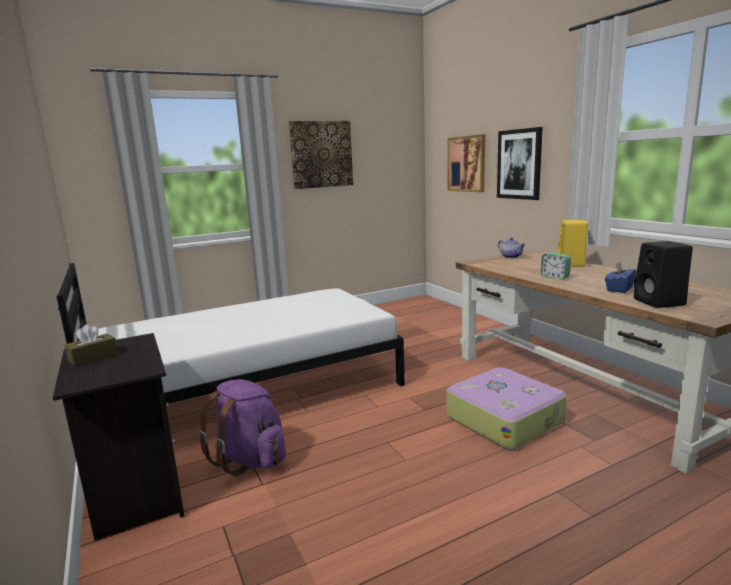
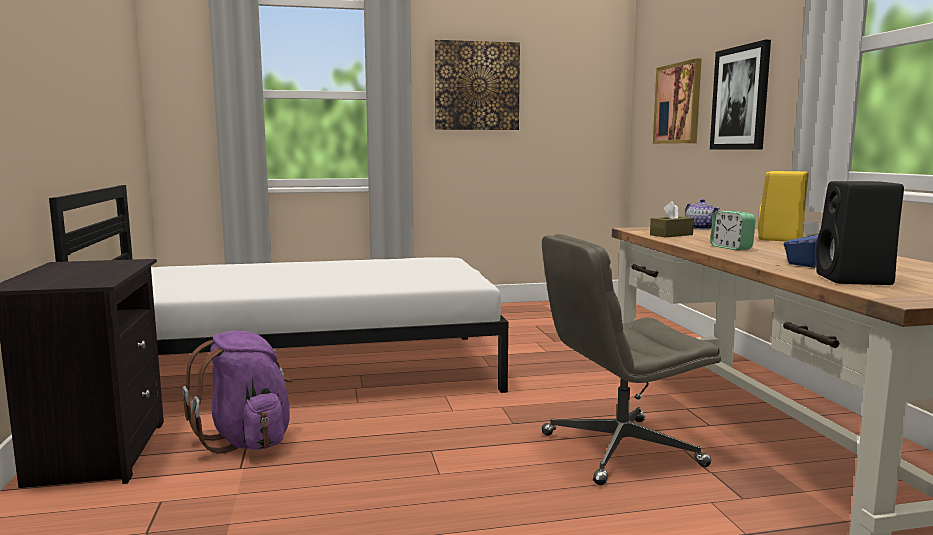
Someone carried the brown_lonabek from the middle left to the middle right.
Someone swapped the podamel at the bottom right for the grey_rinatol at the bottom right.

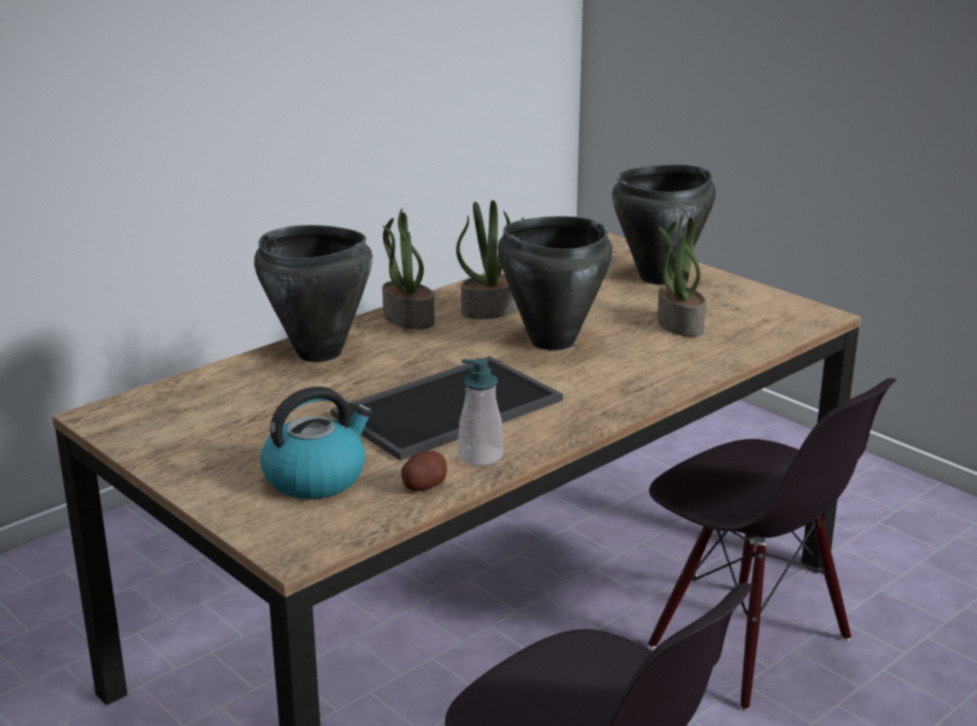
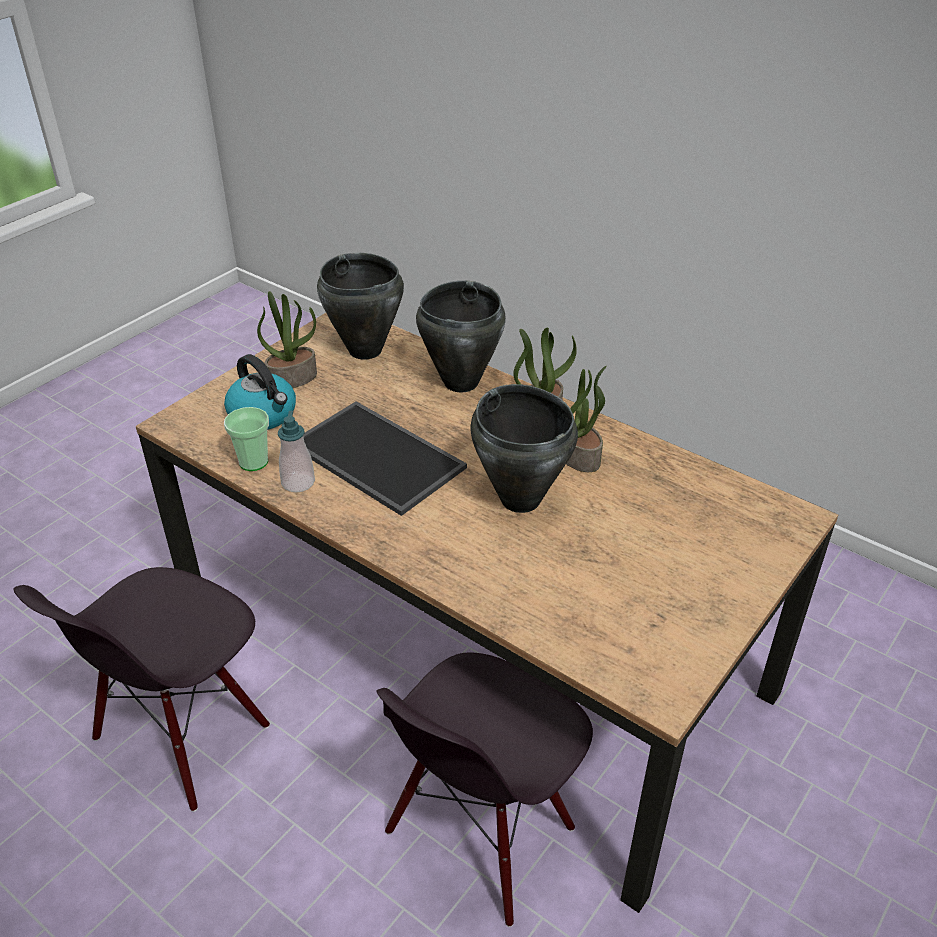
Someone swapped the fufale at the centre for the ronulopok at the middle left.
Someone carried the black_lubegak (3rd from left in the first image) from the top right to the top centre.
Someone carried the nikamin (3rd from left in the first image) from the middle right to the middle left.

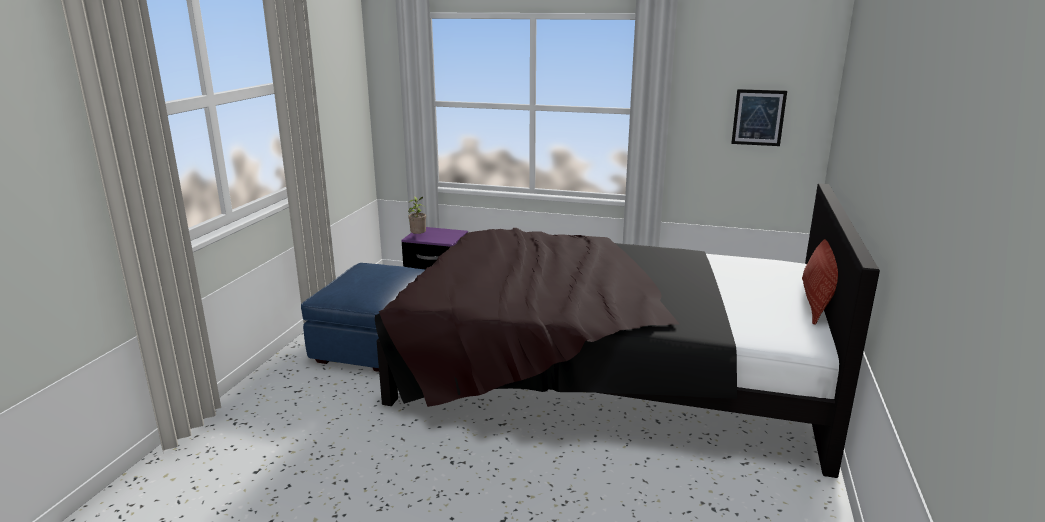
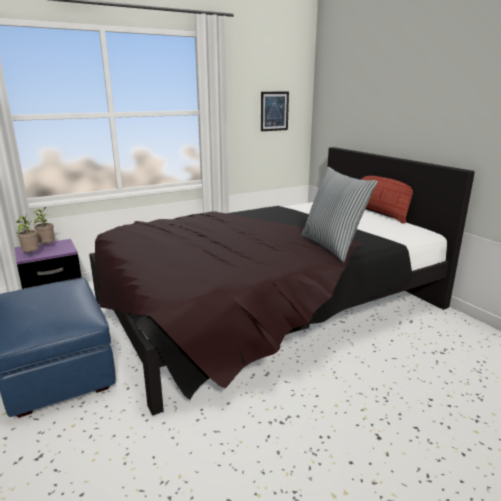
Someone put down the nikamin (2nd from left) at the middle left.
Someone put down the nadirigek (1st from left) at the middle right.

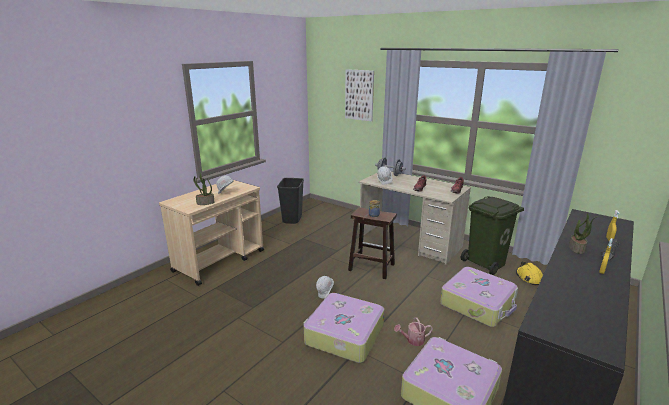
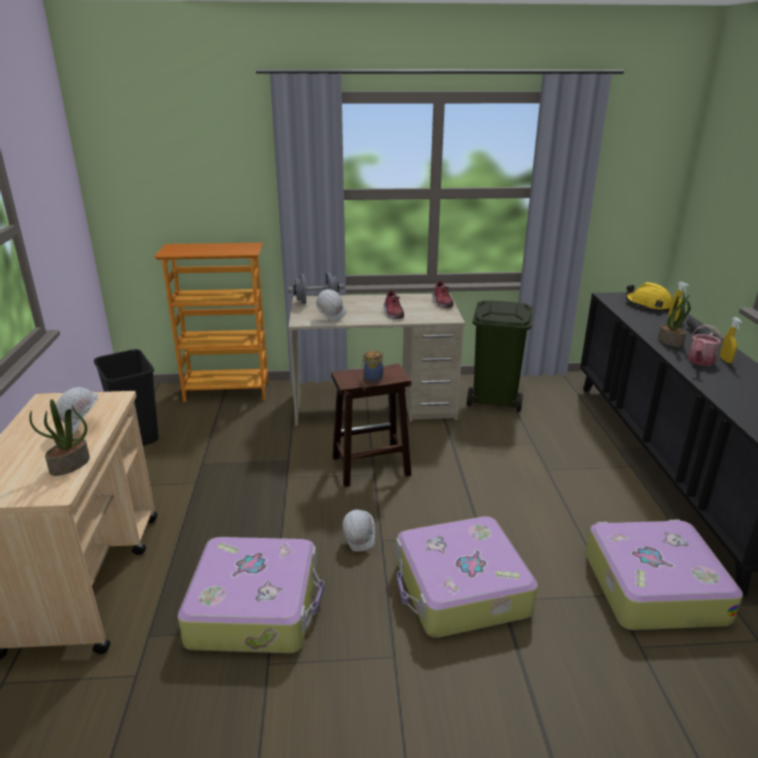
Someone took away the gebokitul at the top centre.
Someone carried the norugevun from the bottom centre to the middle right.
Someone carried the podamel (3rd from left in the first image) from the bottom right to the bottom left.
Someone carried the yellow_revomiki from the bottom right to the middle right.
Someone put down the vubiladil at the middle left.

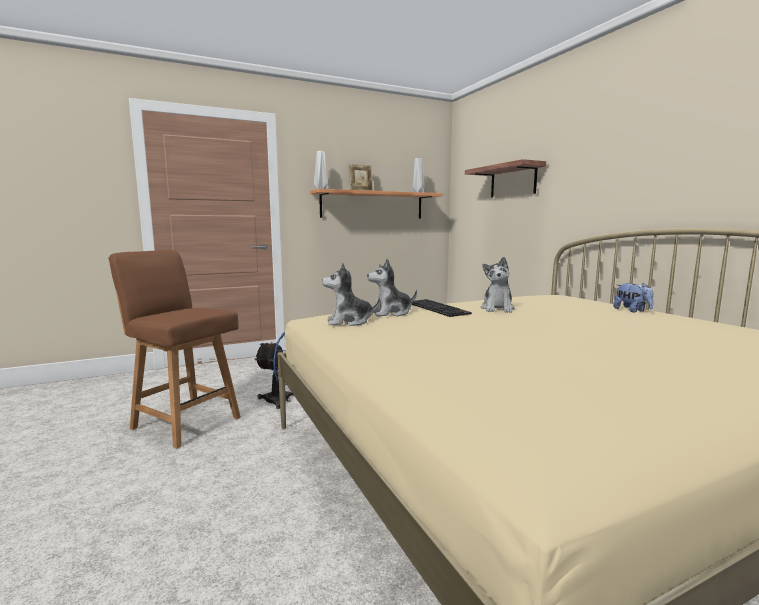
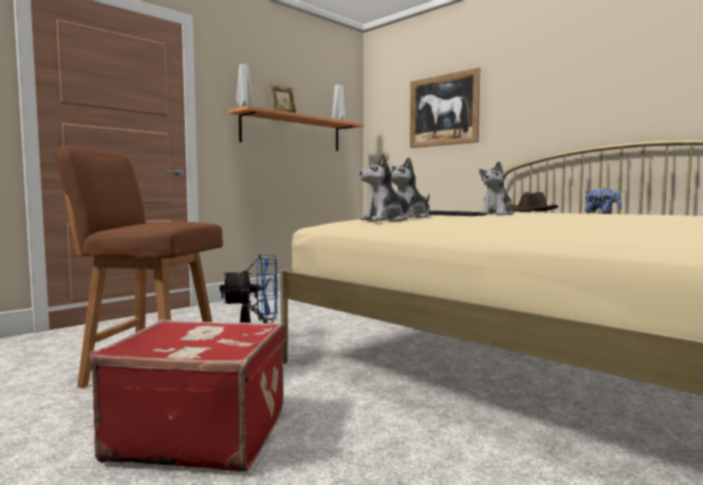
Someone swapped the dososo (2nd from left) at the top centre for the gebokitul at the top centre.
Someone rotated the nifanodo (3rd from left) at the centre by 45 degrees clockwise.
Someone put down the red_podamel at the bottom left.
Someone put down the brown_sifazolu at the middle right.

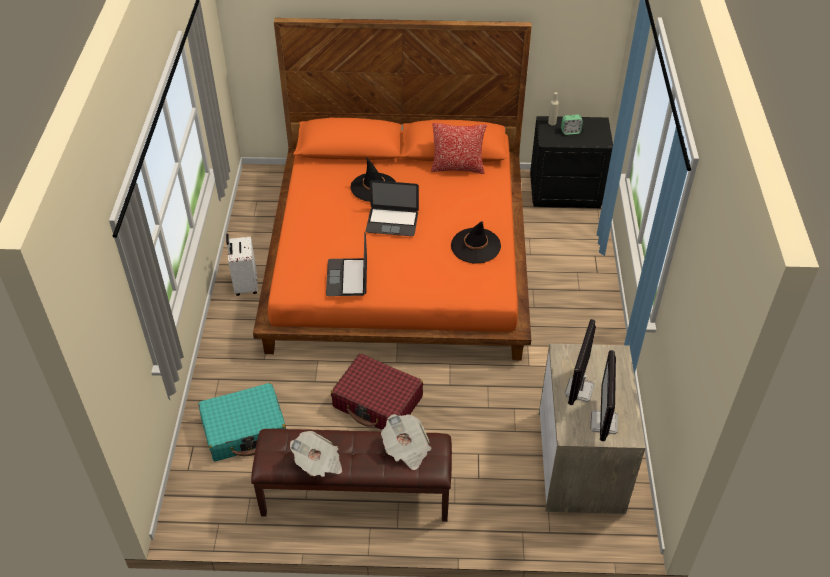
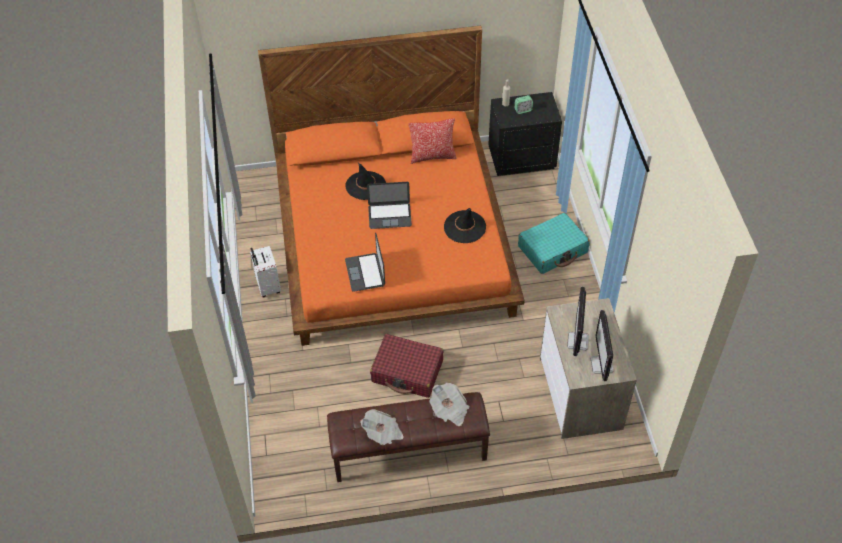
Someone carried the turquoise_podamel from the bottom left to the centre.

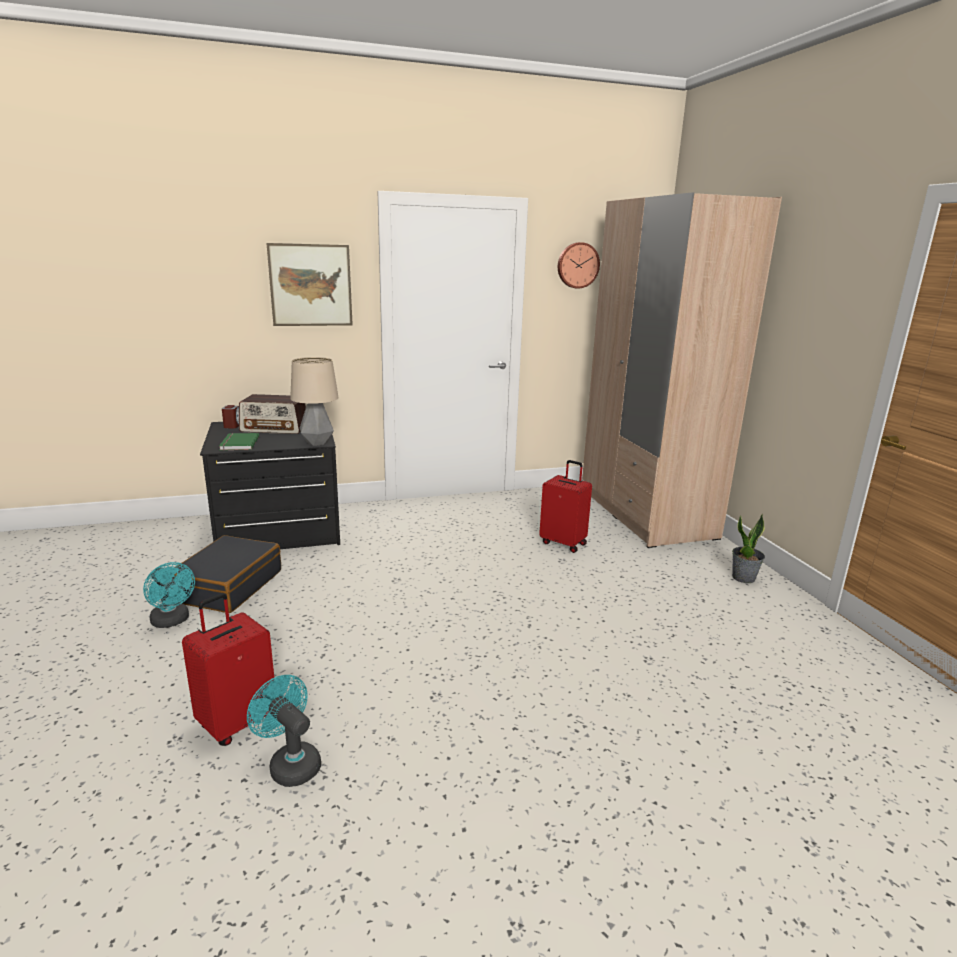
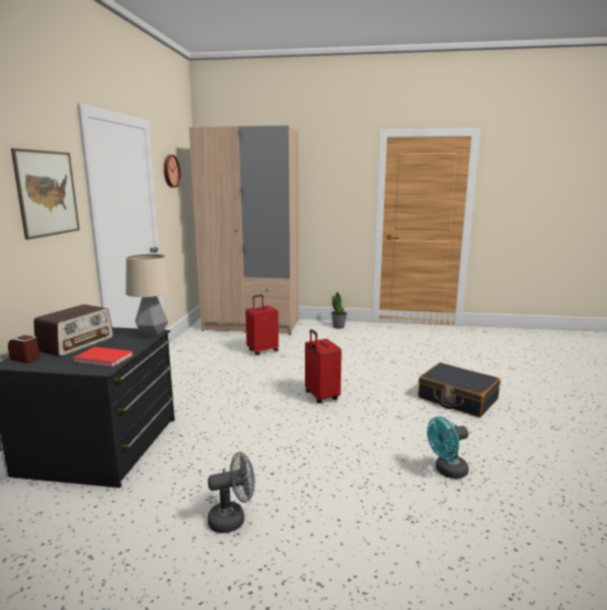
Someone repainted the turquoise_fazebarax (1st from left) at the middle left, which became the grey_fazebarax at the bottom centre.
Someone carried the black_podamel from the middle left to the middle right.
Someone carried the red_podamel (1st from left in the first image) from the bottom left to the centre.
Someone repainted the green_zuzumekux at the middle left, which became the red_zuzumekux at the middle left.

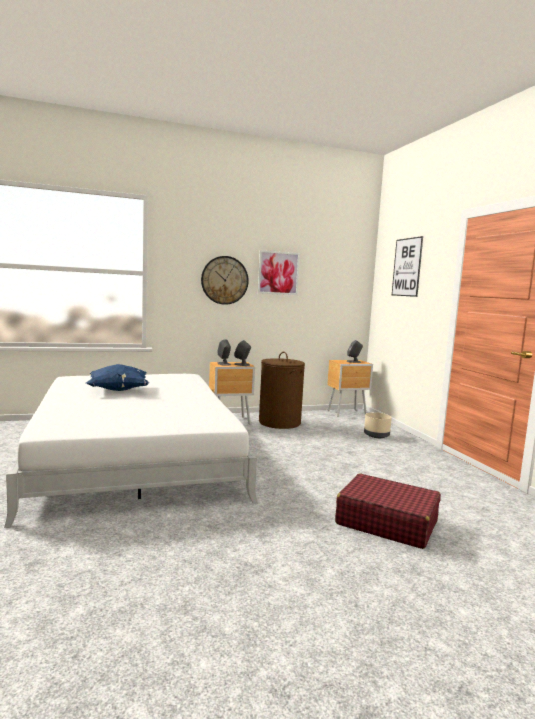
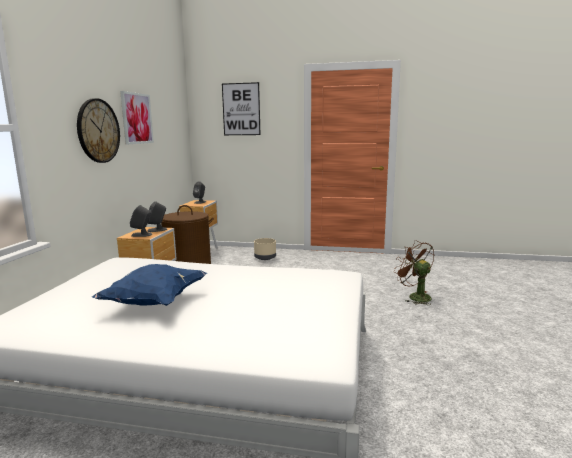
Someone swapped the red_podamel at the bottom right for the brown_fazebarax at the middle right.

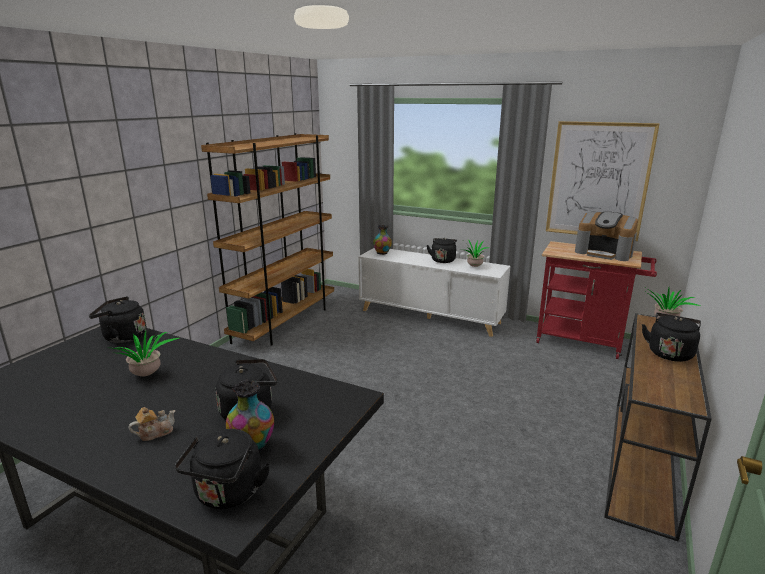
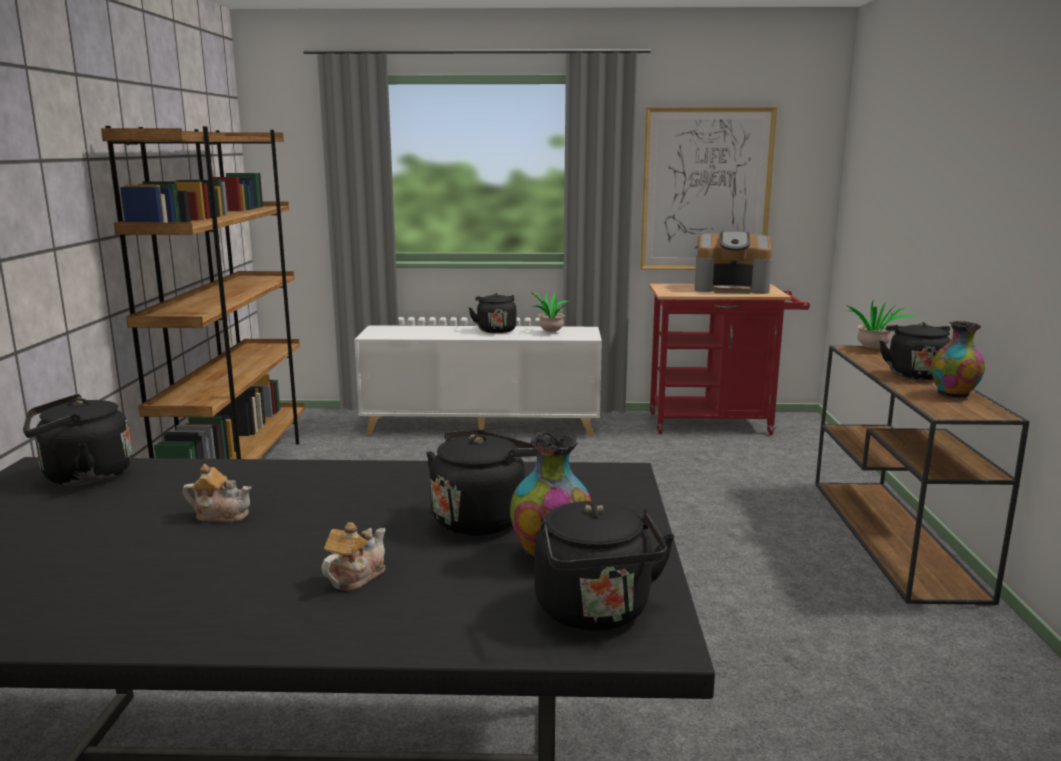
Someone swapped the nikamin (1st from left) at the middle left for the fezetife (1st from left) at the middle left.
Someone carried the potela (2nd from left) from the centre to the middle right.

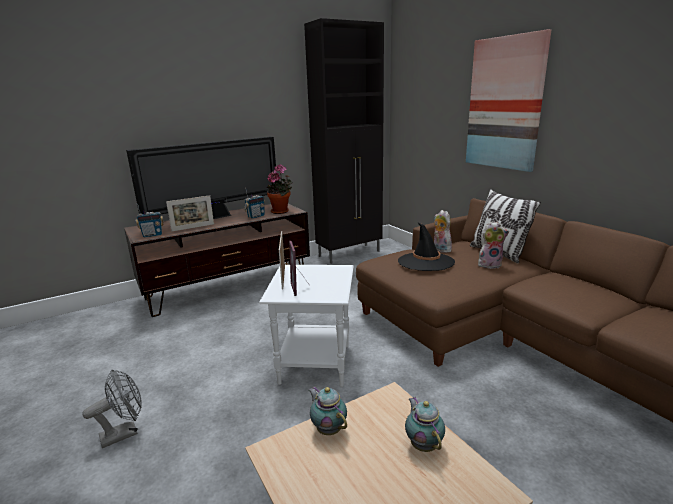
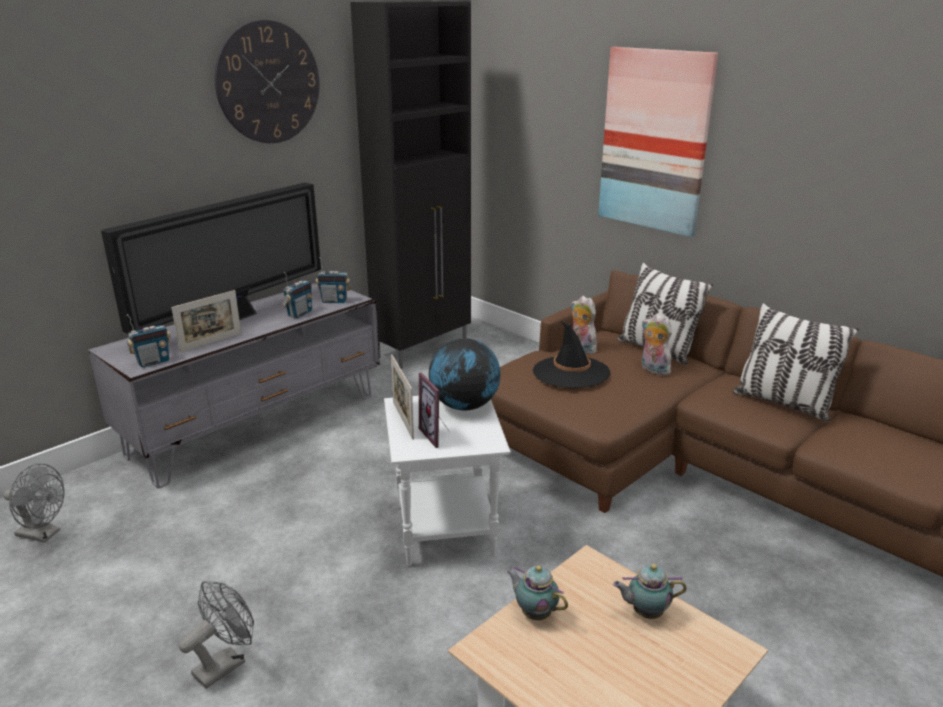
Someone repainted the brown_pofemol at the middle left, which became the grey_pofemol at the middle left.
Someone swapped the nikamin at the centre for the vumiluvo (3rd from left) at the centre.
Someone rotated the fezetife (2nd from left) at the bottom centre by 60 degrees counterclockwise.
Someone rotated the nifanodo (2nd from left) at the middle right by 120 degrees counterclockwise.
Someone put down the grey_fazebarax (1st from left) at the bottom left.
Someone put up the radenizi at the top left.
Someone put down the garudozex at the centre.
Someone put down the nadirigek (2nd from left) at the middle right.

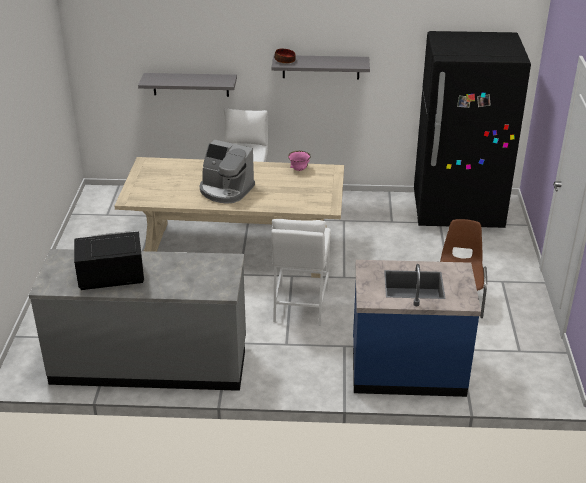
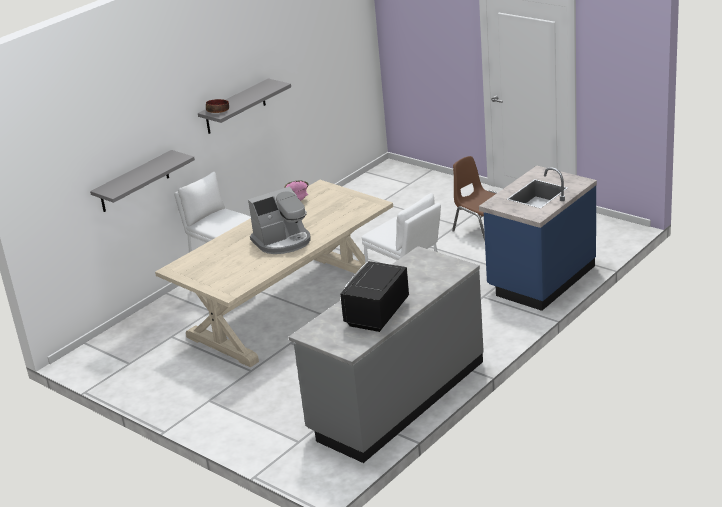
Someone took away the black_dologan at the top right.

